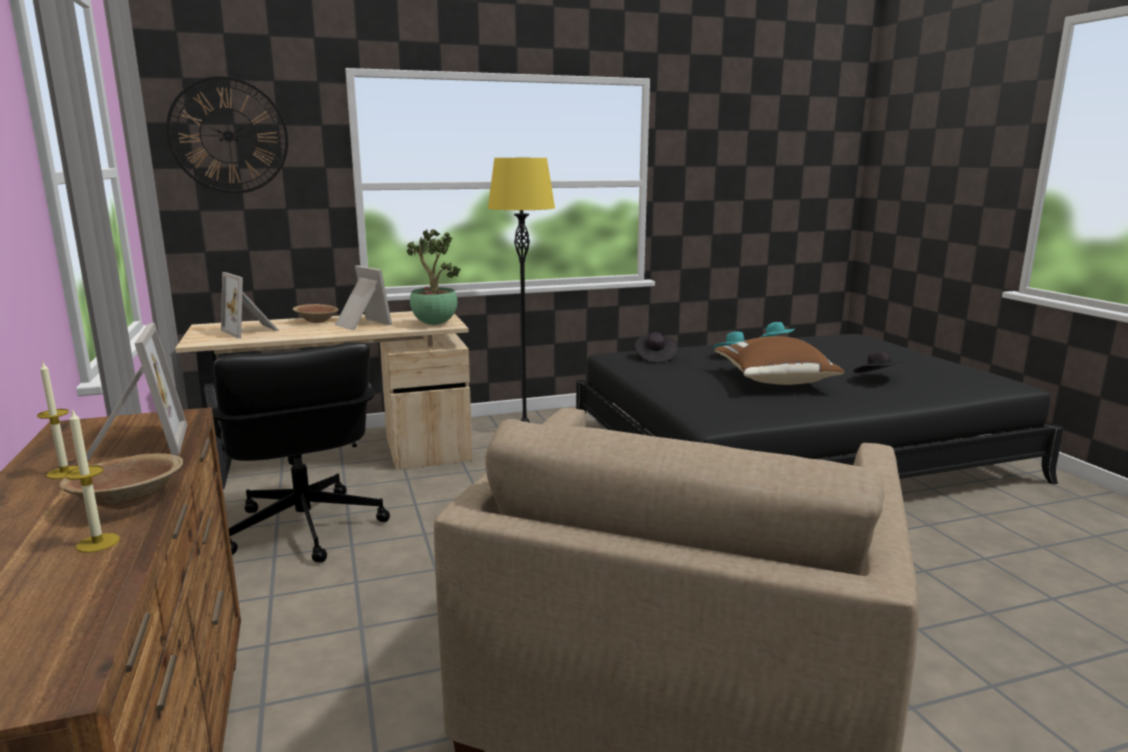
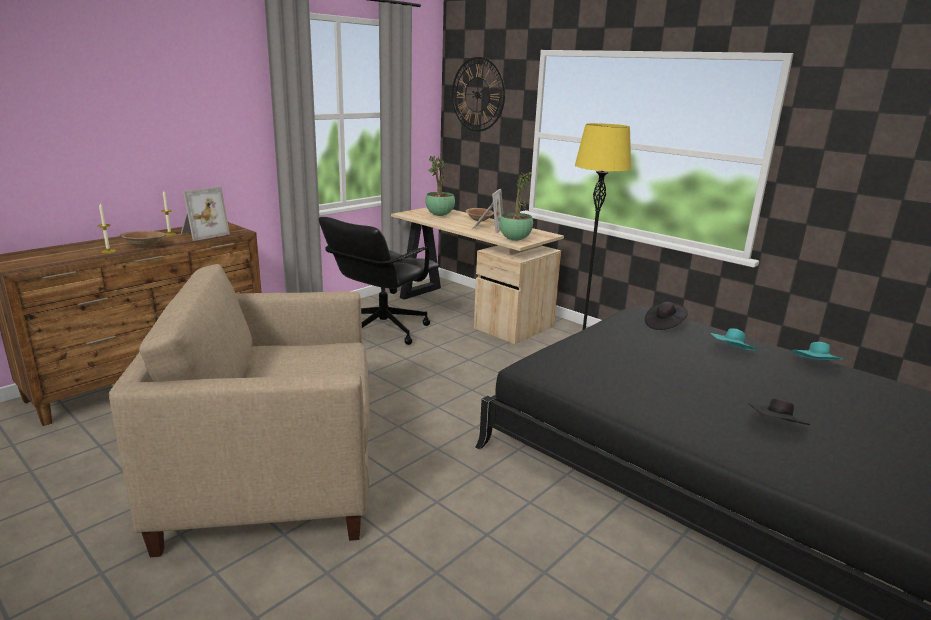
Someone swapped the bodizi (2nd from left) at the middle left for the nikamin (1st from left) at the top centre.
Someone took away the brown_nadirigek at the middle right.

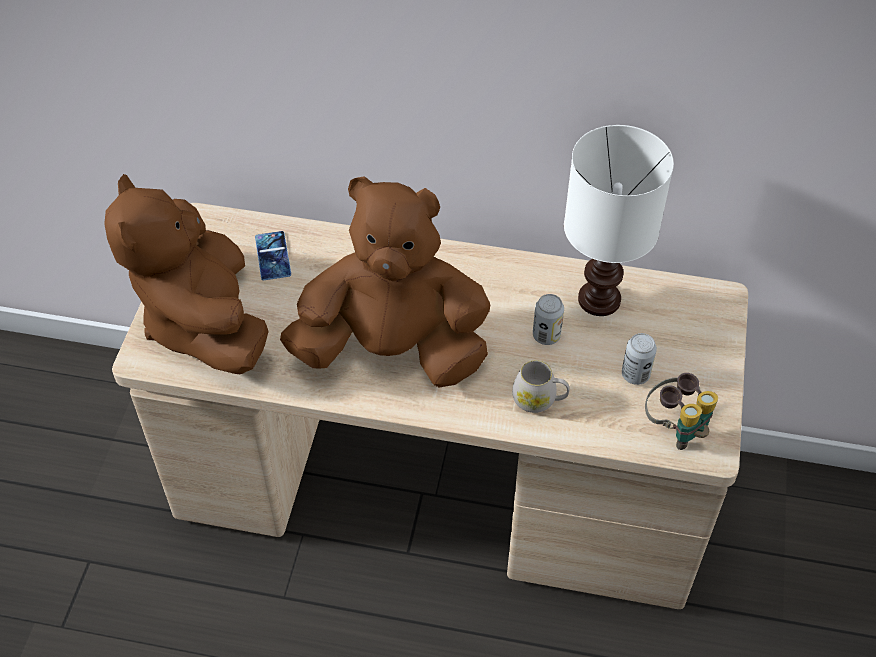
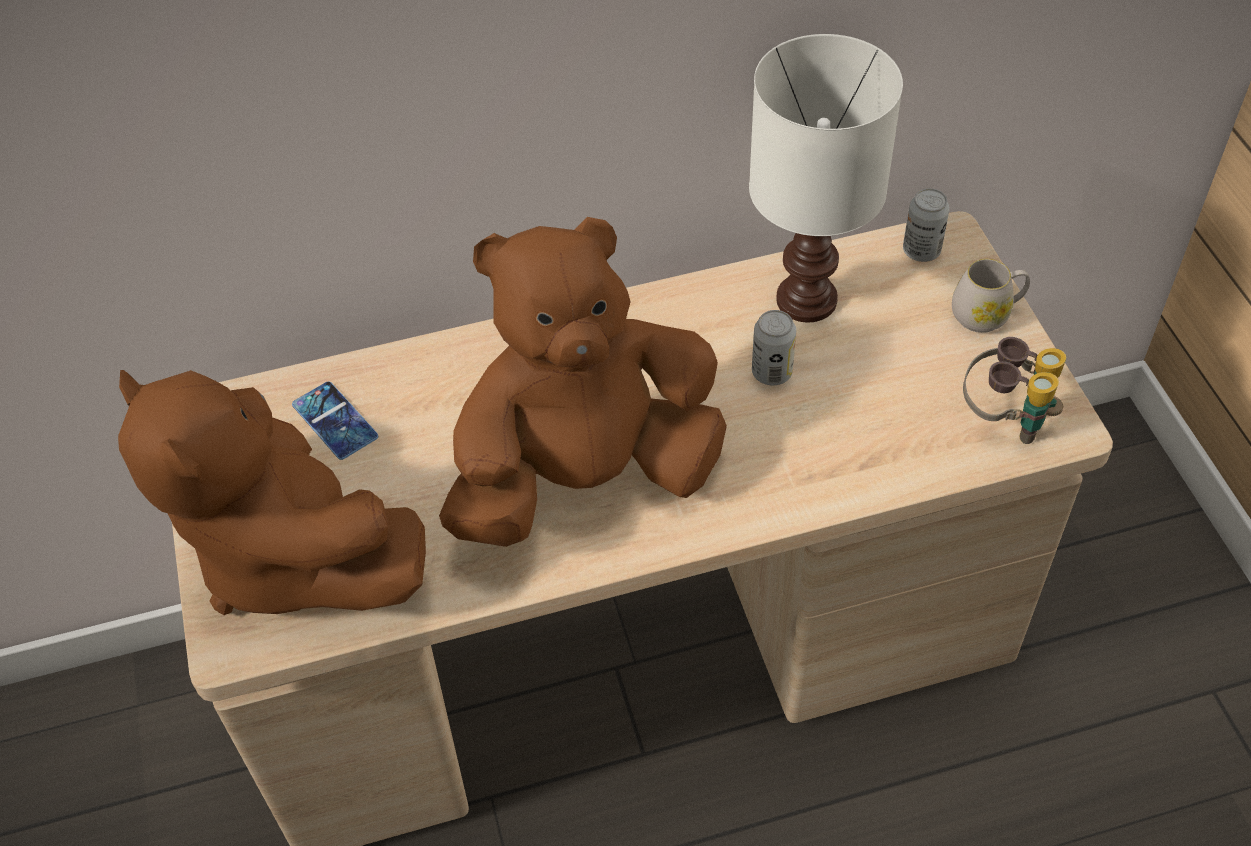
Someone carried the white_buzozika from the centre to the middle right.
Someone carried the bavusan (2nd from left) from the middle right to the top right.

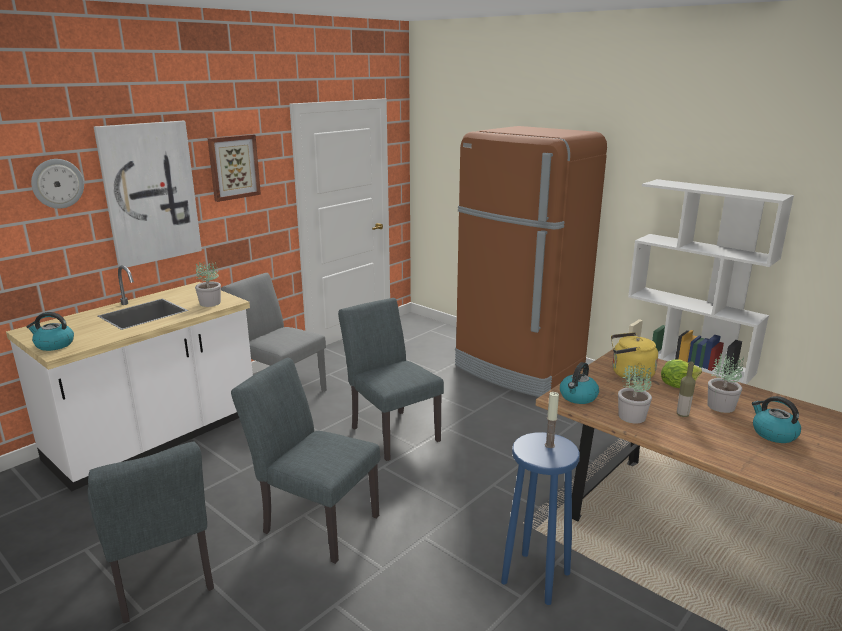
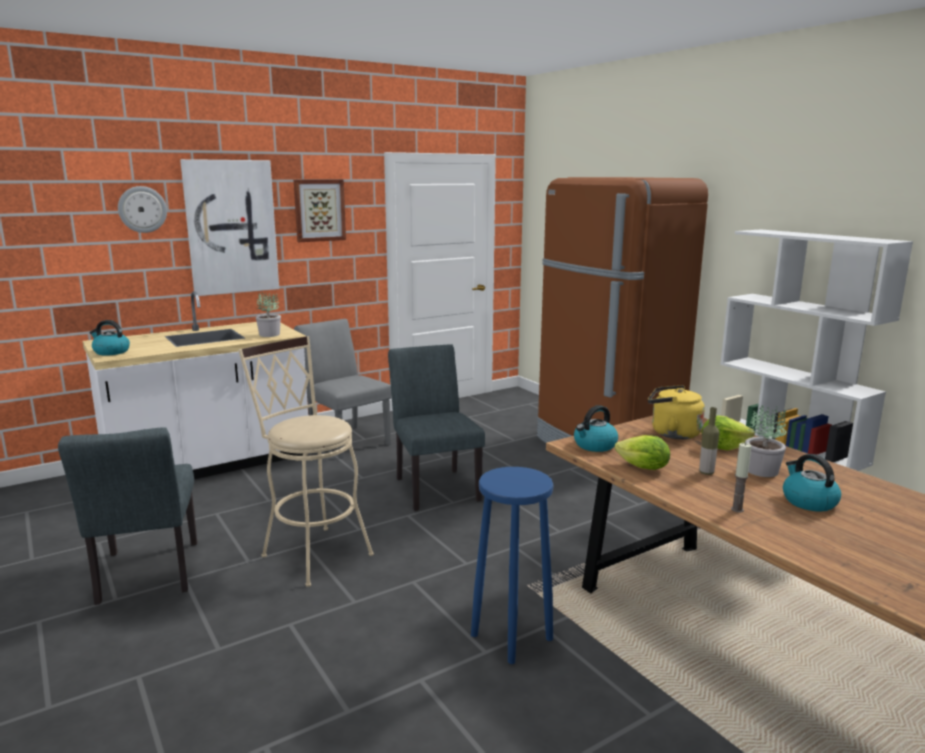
Someone swapped the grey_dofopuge (3rd from left) at the bottom centre for the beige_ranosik at the middle left.
Someone carried the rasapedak from the centre to the middle right.
Someone swapped the nikamin (2nd from left) at the middle right for the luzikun (1st from left) at the middle right.

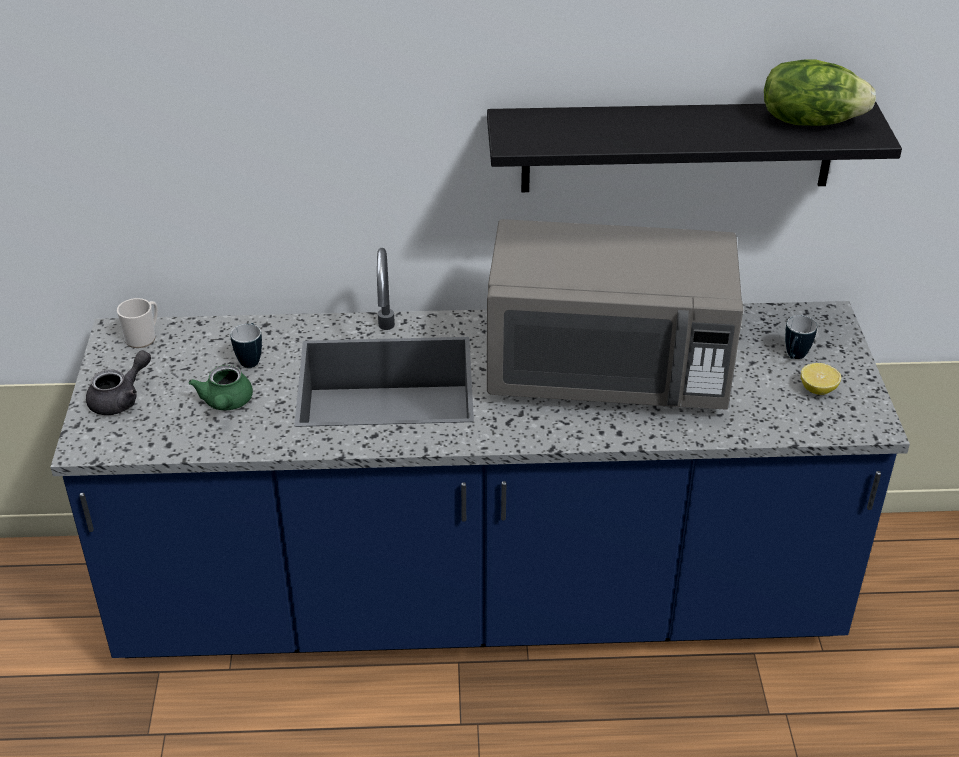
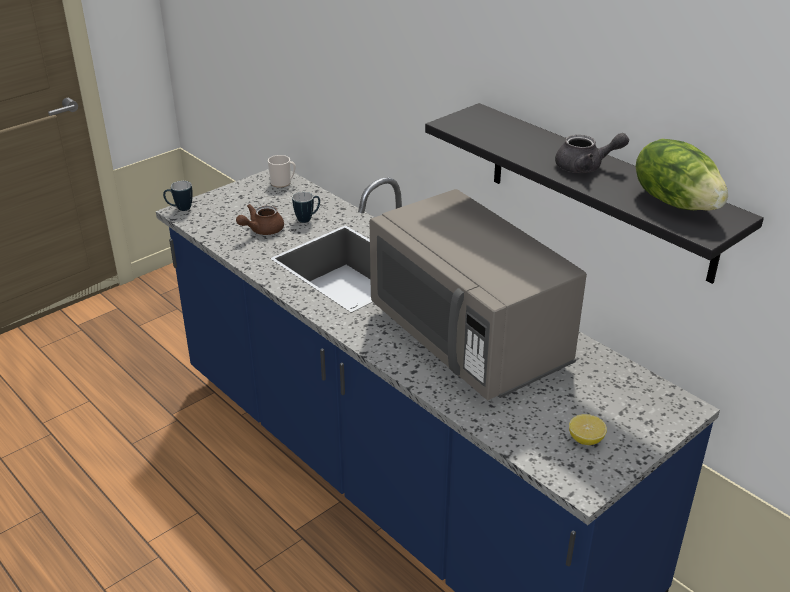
Someone carried the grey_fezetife from the middle left to the top right.
Someone repainted the green_fezetife at the middle left, which became the brown_fezetife at the middle left.
Someone carried the buzozika (3rd from left in the first image) from the middle right to the top left.

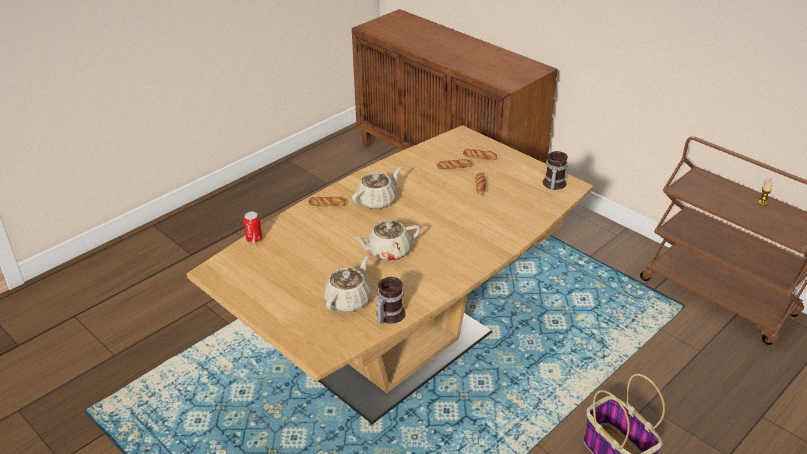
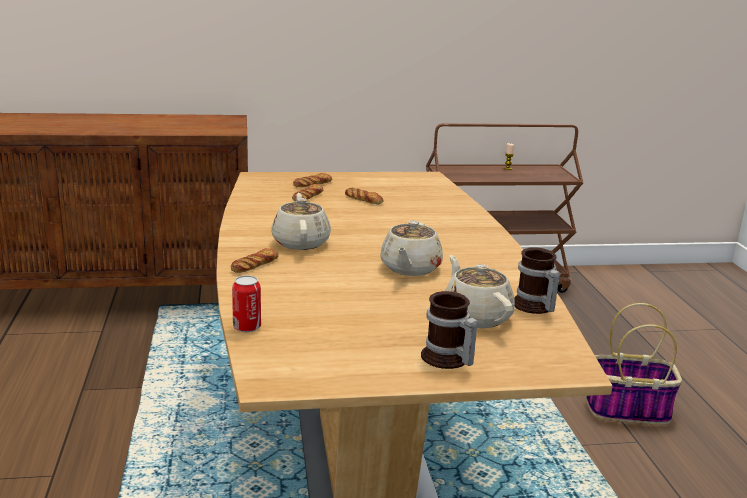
Someone carried the buzozika (2nd from left in the first image) from the middle right to the centre.

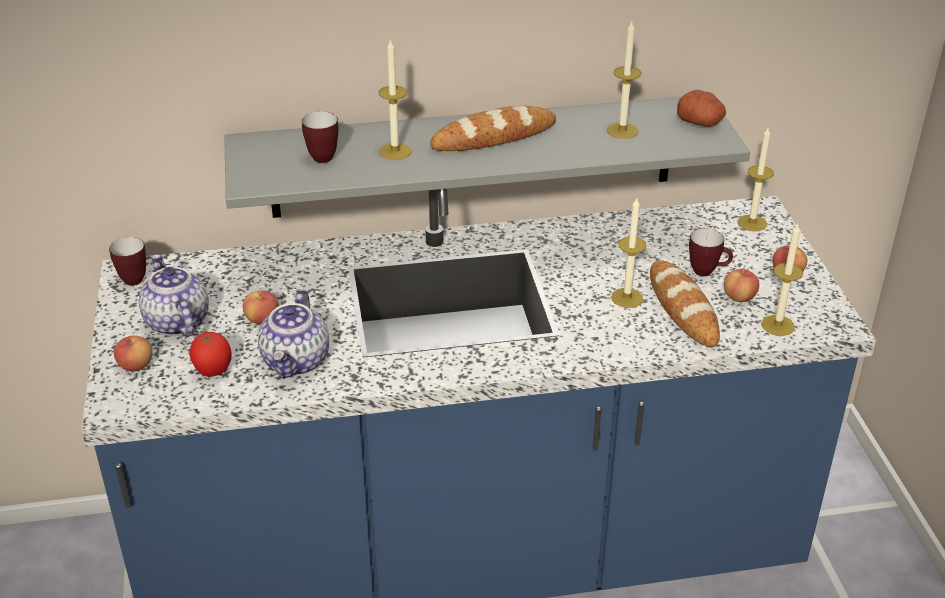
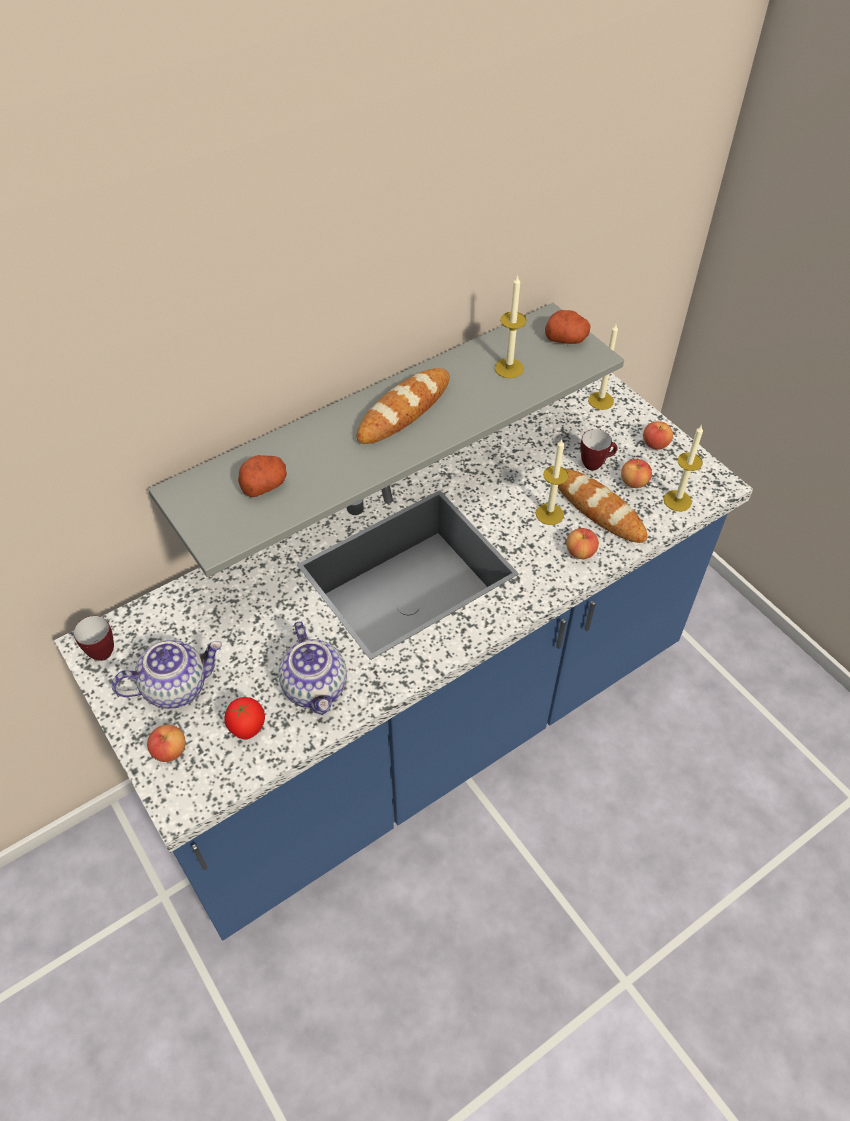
Someone rotated the fezetife (1st from left) at the middle left by 120 degrees clockwise.
Someone carried the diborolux (2nd from left) from the middle left to the middle right.
Someone swapped the buzozika (2nd from left) at the top centre for the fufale (1st from left) at the middle left.
Someone took away the rasapedak (1st from left) at the top centre.

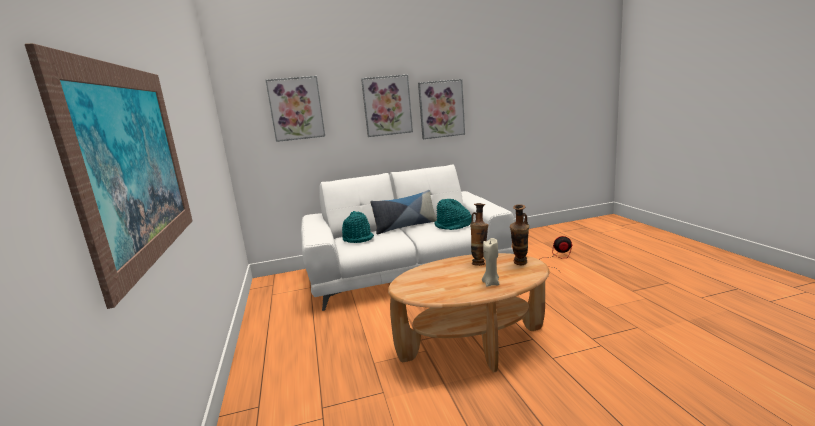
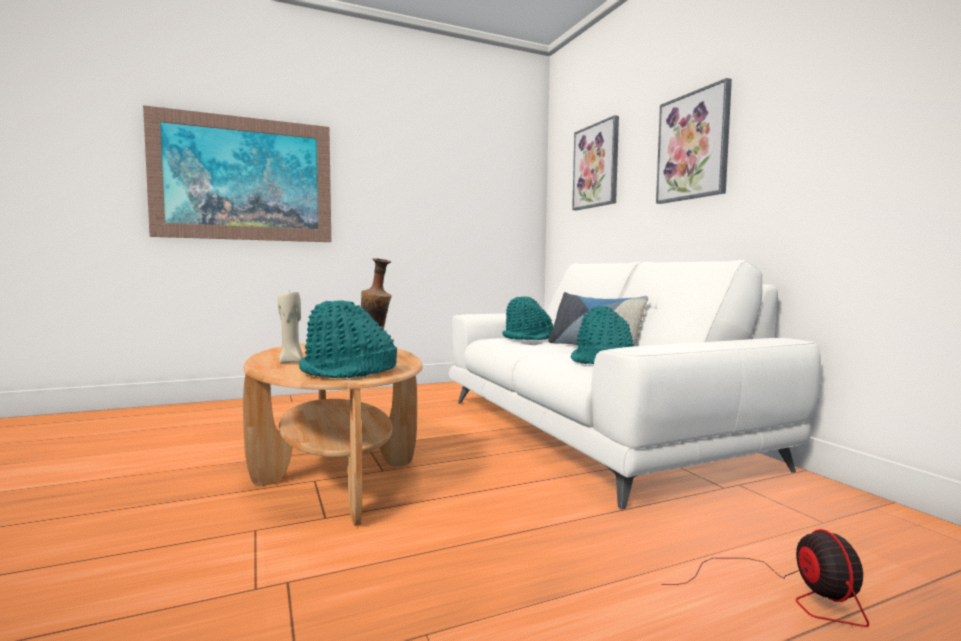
Someone took away the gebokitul (4th from left) at the top centre.
Someone swapped the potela (2nd from left) at the centre for the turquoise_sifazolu (1st from left) at the centre.

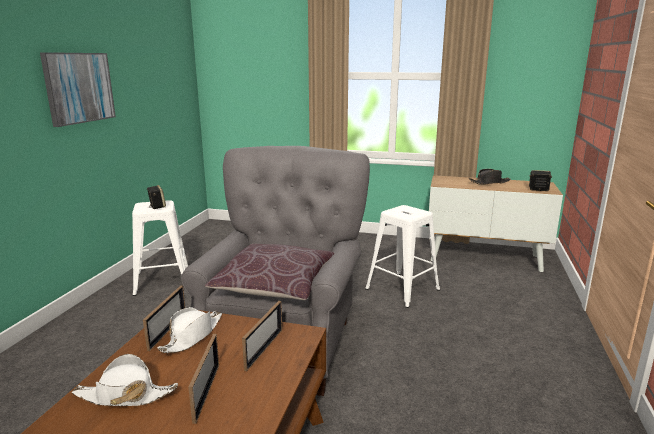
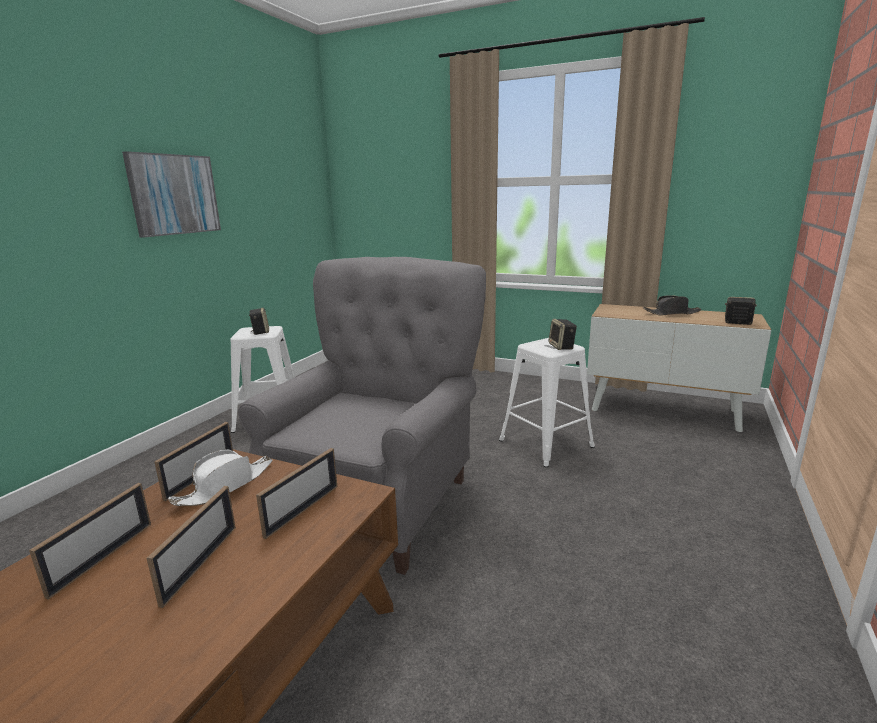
Someone swapped the white_sifazolu (1st from left) at the bottom left for the bodizi (1st from left) at the bottom left.
Someone took away the brown_nadirigek at the centre.
Someone put down the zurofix (2nd from left) at the centre.

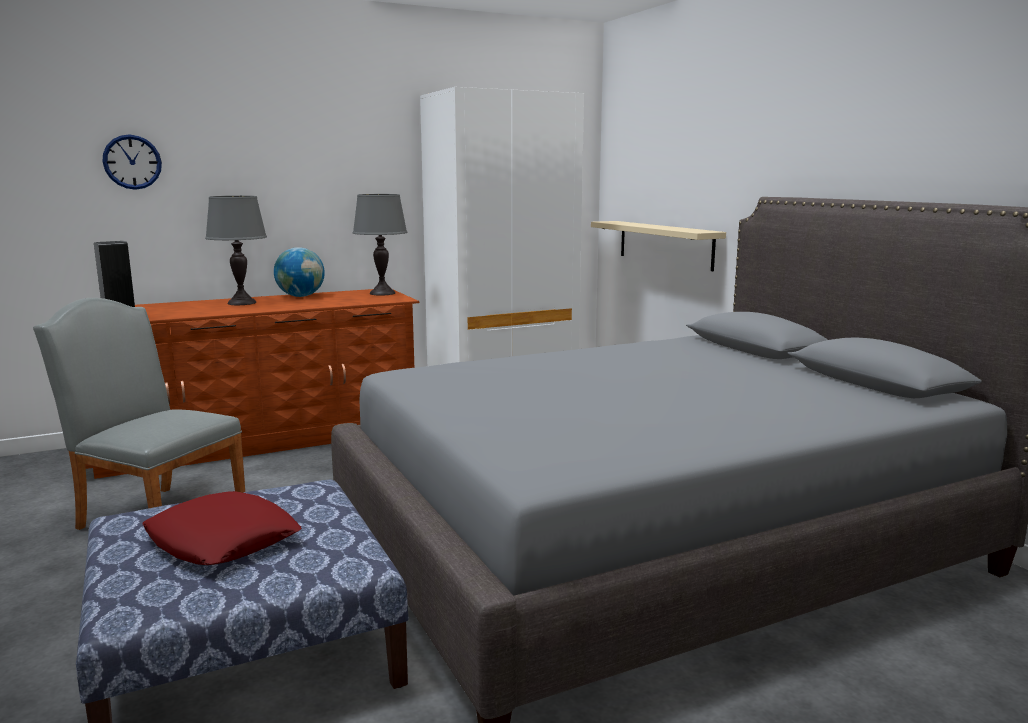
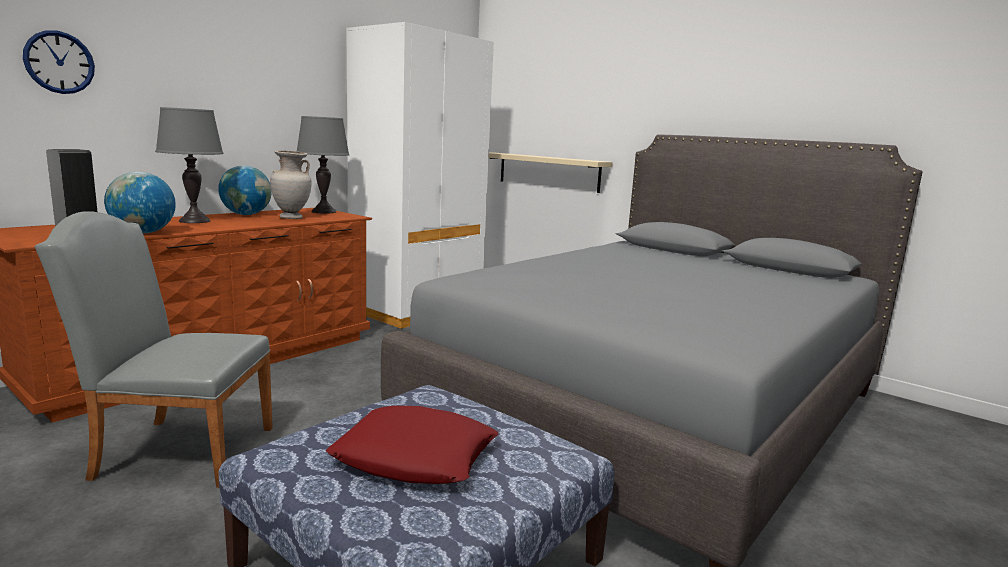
Someone put down the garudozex (1st from left) at the middle left.
Someone put down the beige_potela at the top left.

